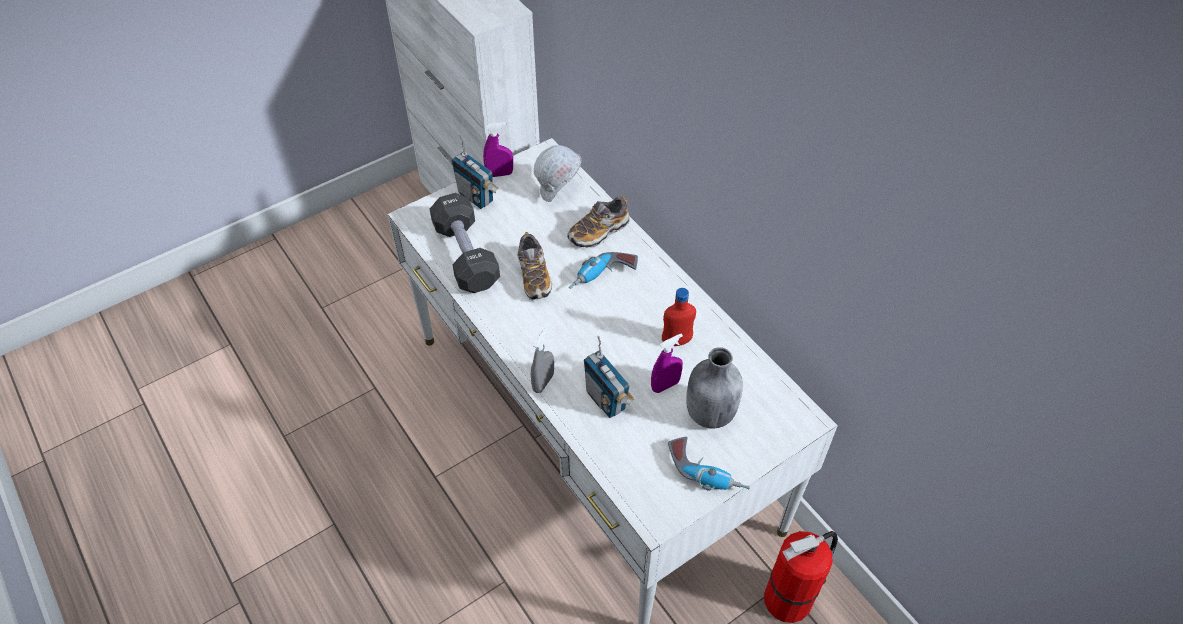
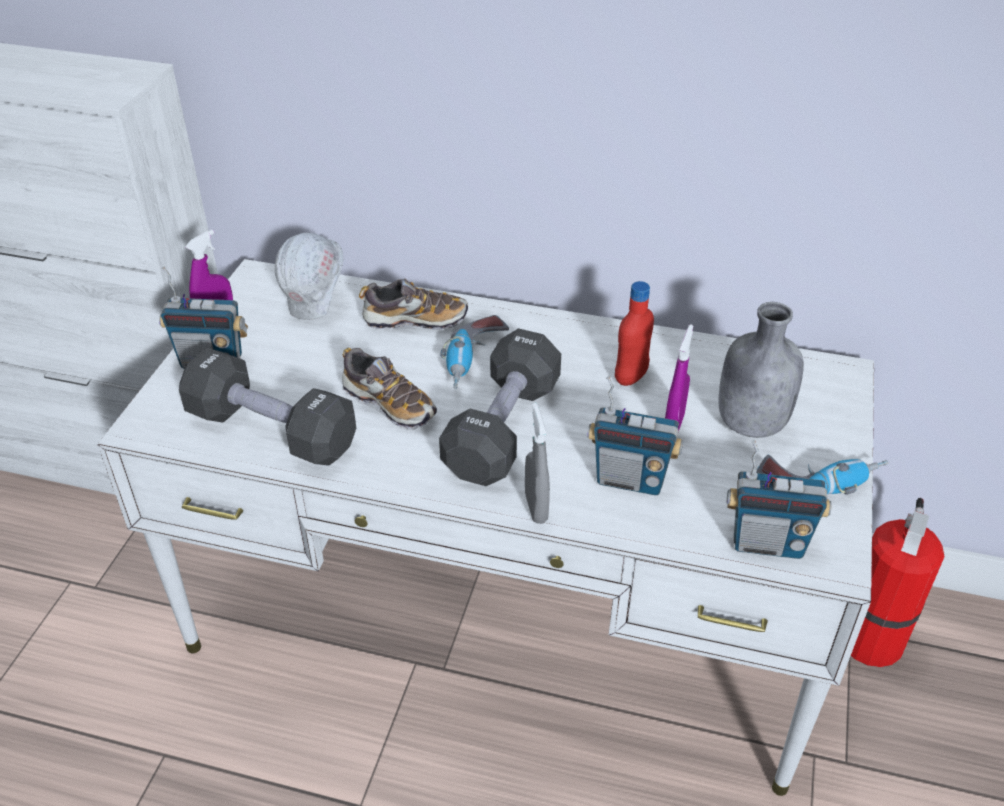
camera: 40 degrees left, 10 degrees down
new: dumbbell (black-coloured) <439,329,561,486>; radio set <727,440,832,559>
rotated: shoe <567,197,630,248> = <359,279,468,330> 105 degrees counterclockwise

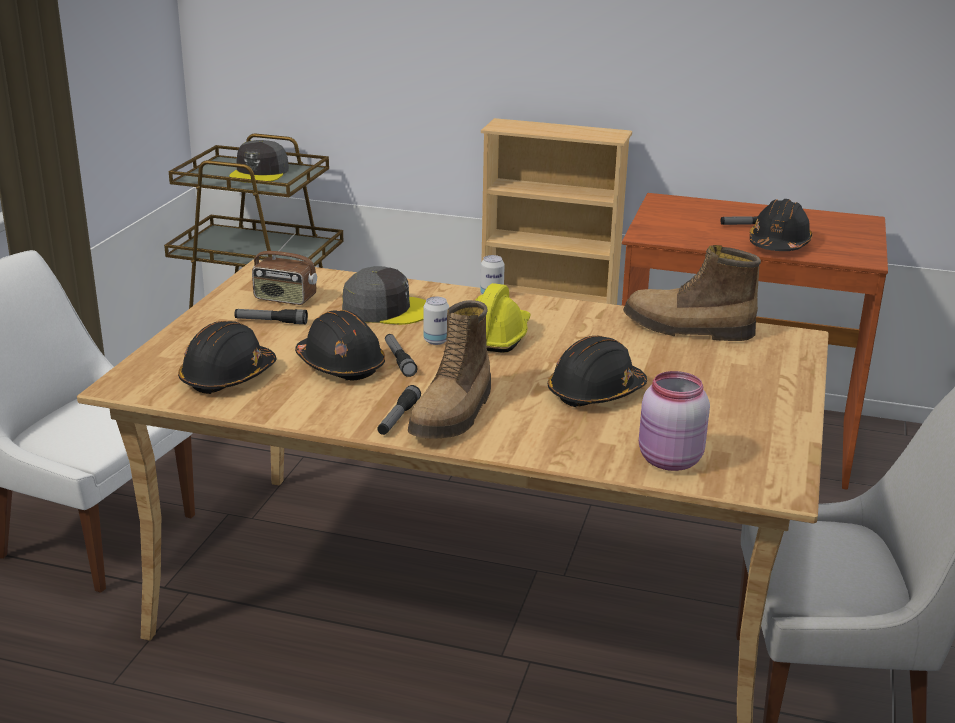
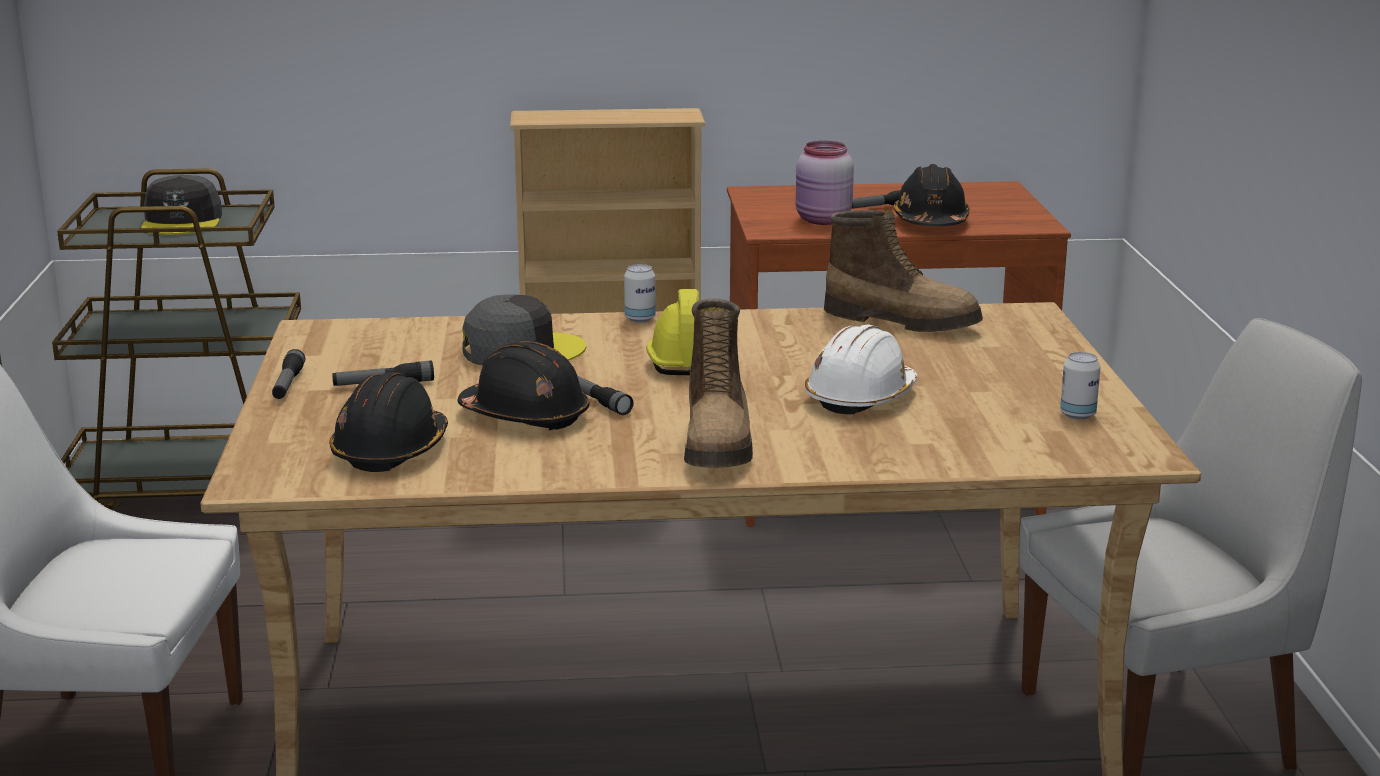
camera: 20 degrees left, 5 degrees down
gone: radio set <252,233,317,305>
shifted: flashlight <377,385,421,435> to <272,349,306,399>; metal can <424,297,449,345> to <1060,352,1100,420>; preserve jar (pinkish) <639,371,710,471> to <795,141,854,225>
repainted: safety helmet (black-coloured) <548,336,647,407> to safety helmet (whitish) <805,324,918,414>
rotated: boot <623,245,761,341> = <824,210,983,332> 150 degrees counterclockwise

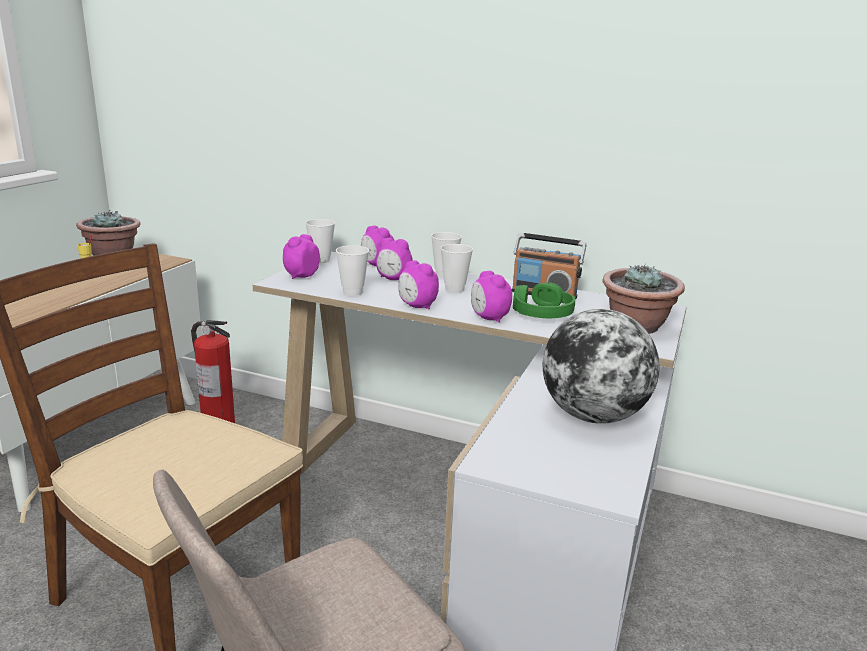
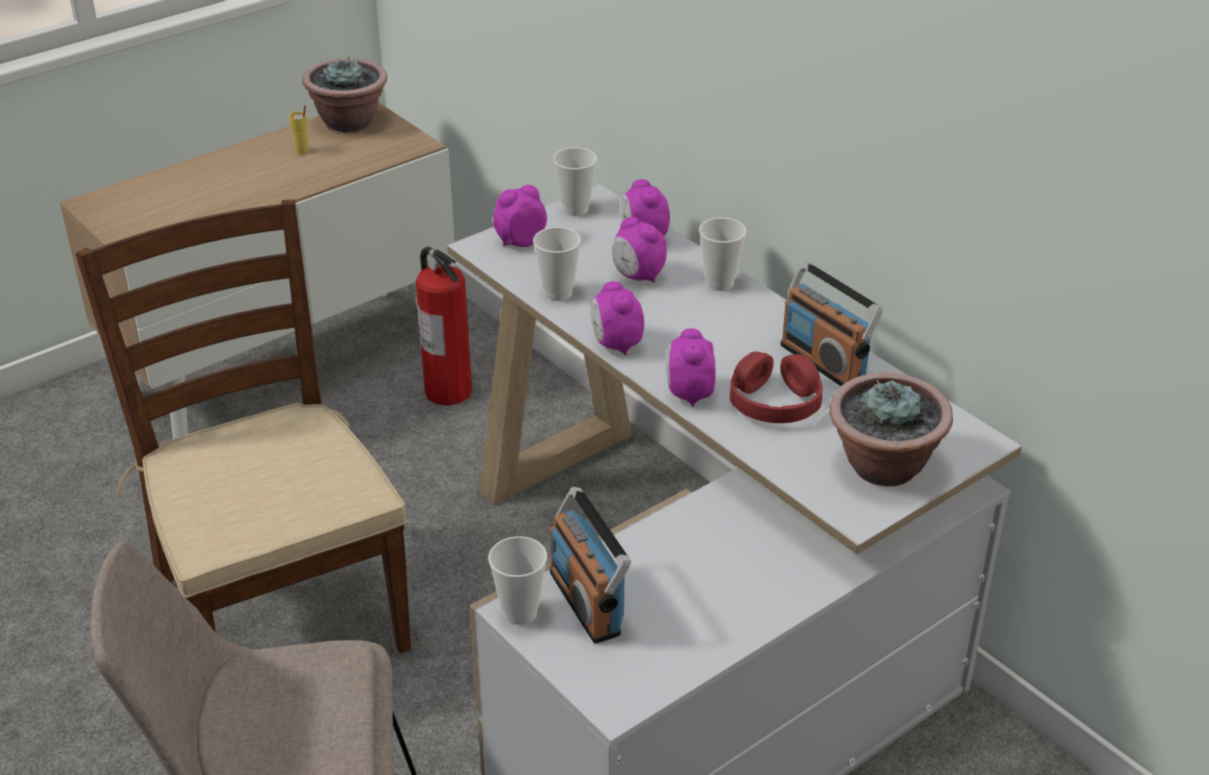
camera: 30 degrees right, 15 degrees up
gone: globe <543,309,660,424>
new: radio set <550,487,631,643>
shifted: drinking cup <441,244,473,293> to <488,536,547,625>
repainted: pair of headphones (green-coloured) <513,282,575,318> to pair of headphones (red) <730,351,822,423>

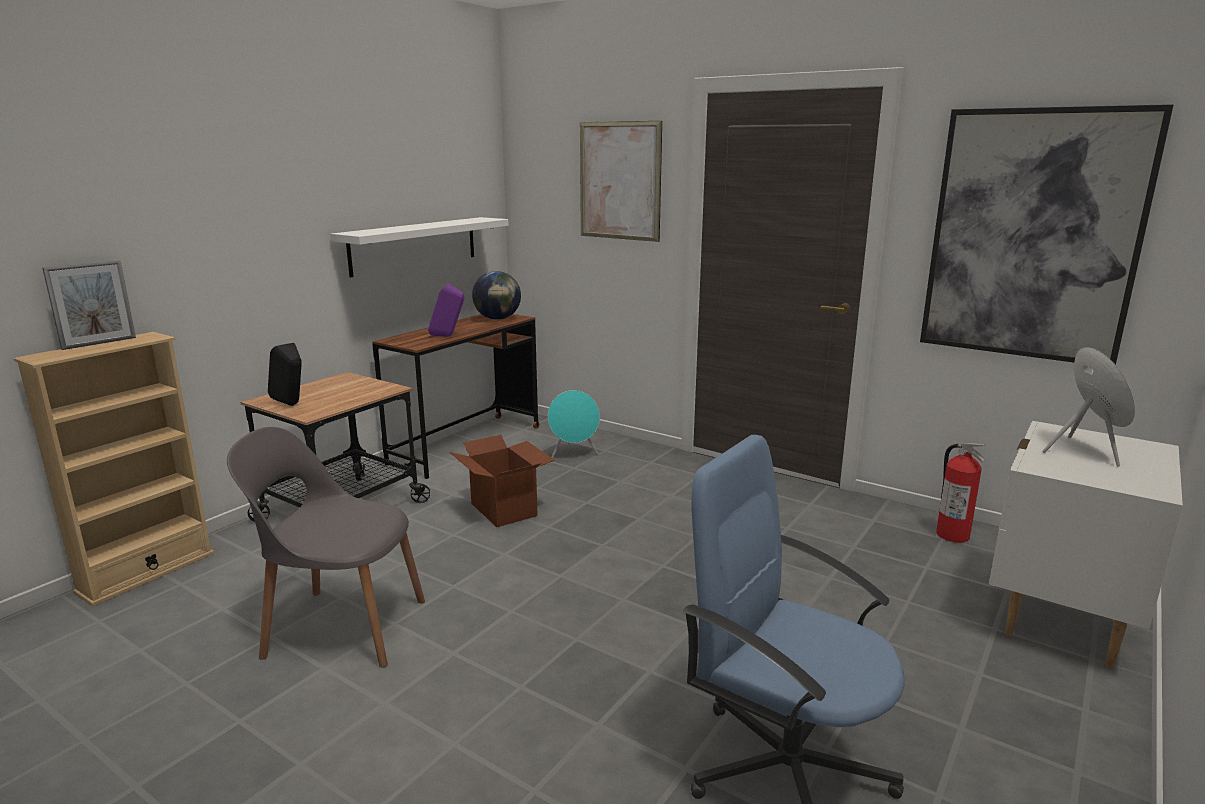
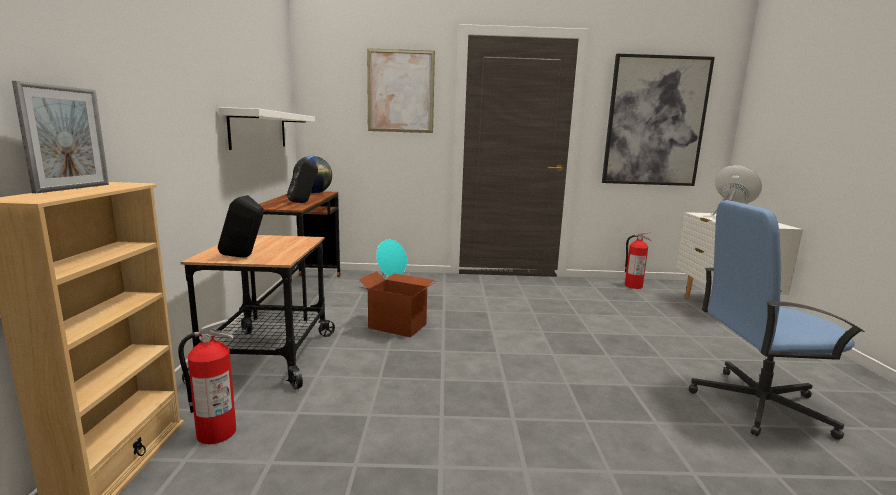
camera: 35 degrees left, 5 degrees down
gone: plain chair (grey) <227,427,425,668>
new: fire extinguisher <178,319,236,444>
repainted: audio speaker (purplish) <428,284,464,337> to audio speaker (black-coloured) <287,159,318,203>

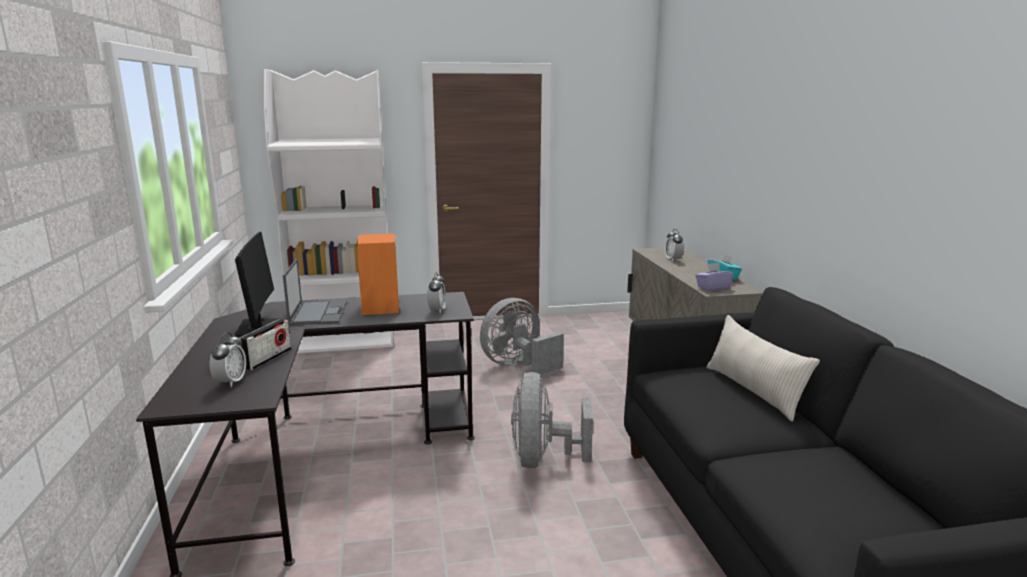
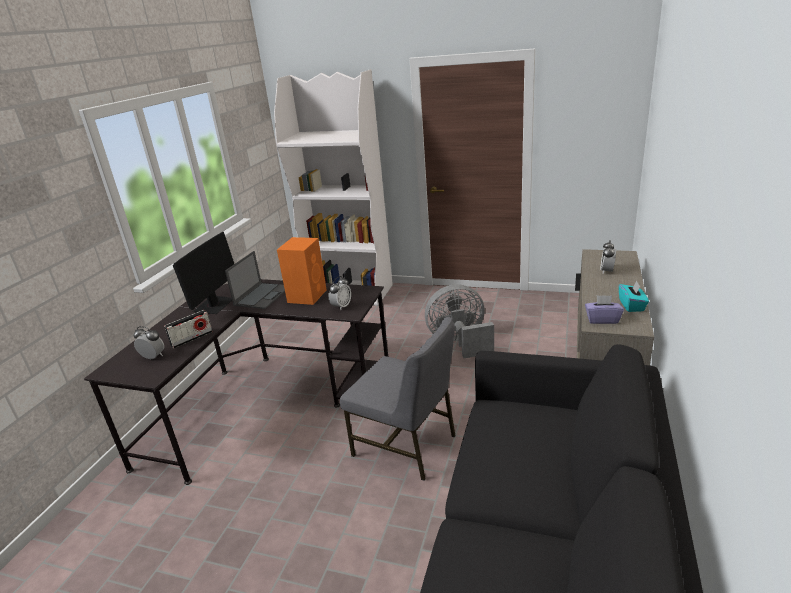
camera: 30 degrees right, 10 degrees up
gone: throw pillow (sand-coloured) <707,315,820,422>
swapped: fan (grey) <511,372,593,468> to plain chair (grey) <340,317,456,481>
rotated: alarm clock <210,332,246,387> = <134,326,164,360> 105 degrees counterclockwise

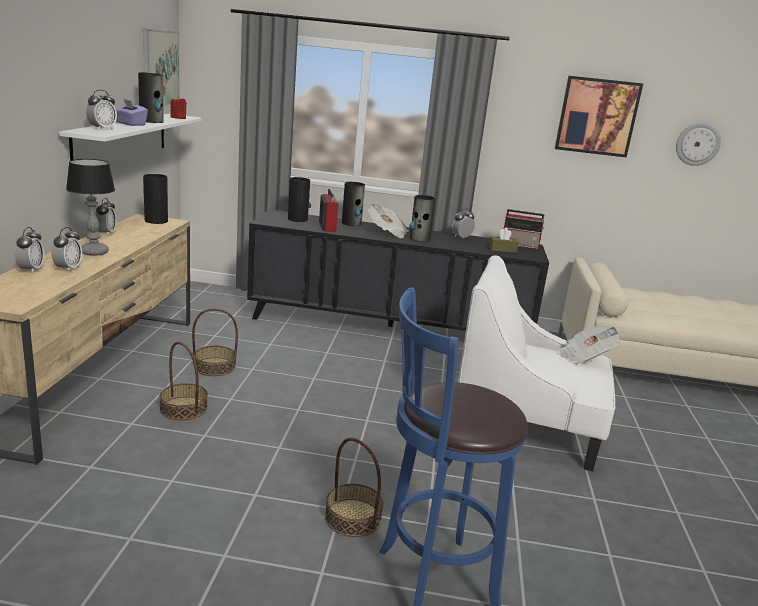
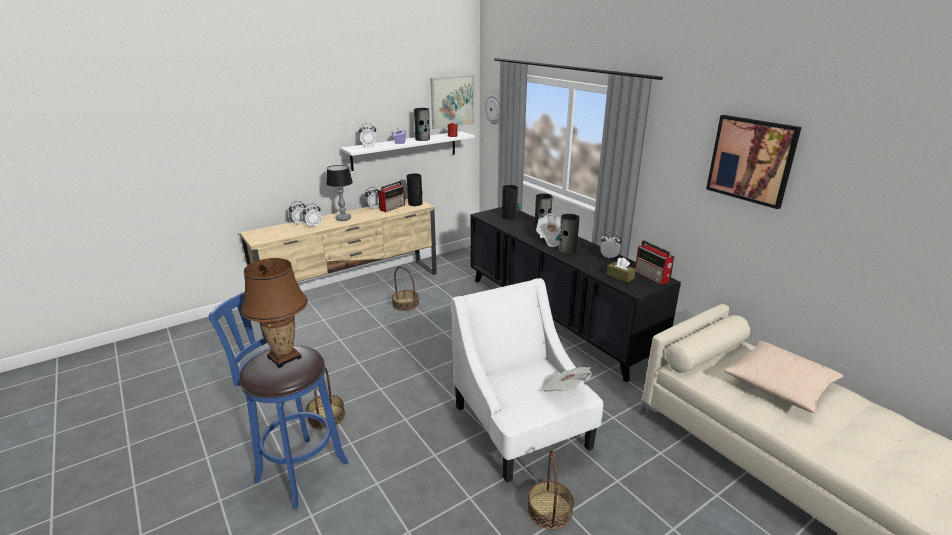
camera: 50 degrees right, 5 degrees up
new: lamp for a table (brownish) <241,258,308,368>; throw pillow (sand-coloured) <724,341,843,413>
shifted: storage basket <159,342,208,420> to <527,450,574,529>; radio set <319,189,338,232> to <378,181,405,212>; clock on the wall <676,123,721,166> to <485,95,499,124>

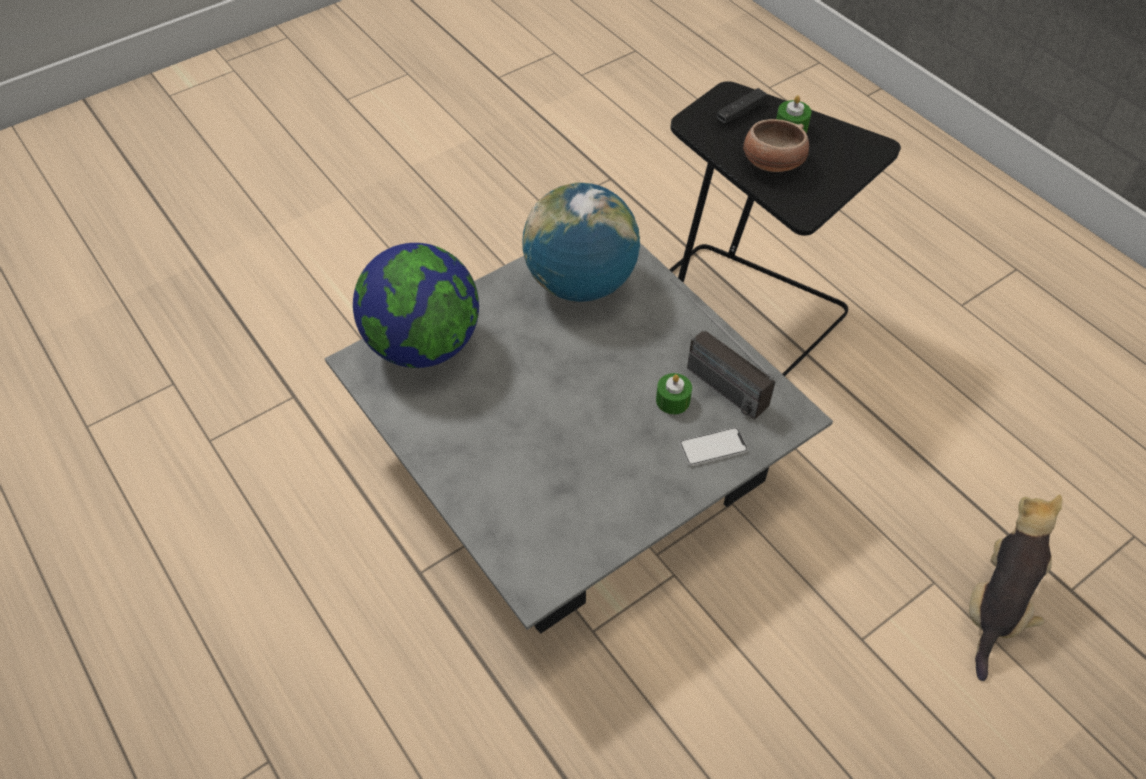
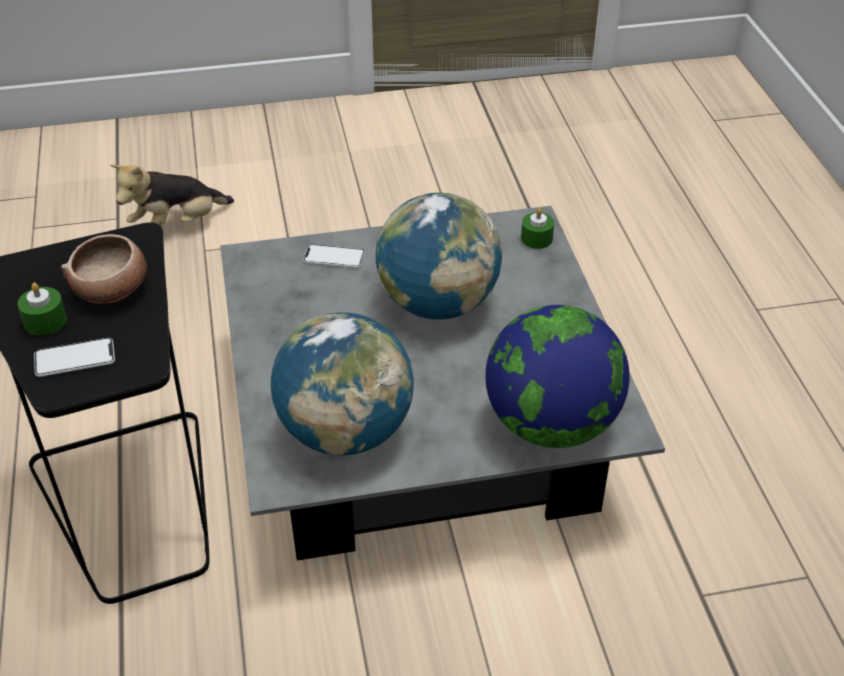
camera: 155 degrees left, 10 degrees down
gone: radio set <670,278,776,419>
new: globe <376,193,502,320>
shifted: wax light (green-coloured) <656,373,692,414> to <521,208,554,249>
swapped: game controller (black-coloured) <717,88,767,123> to phone <34,338,115,377>

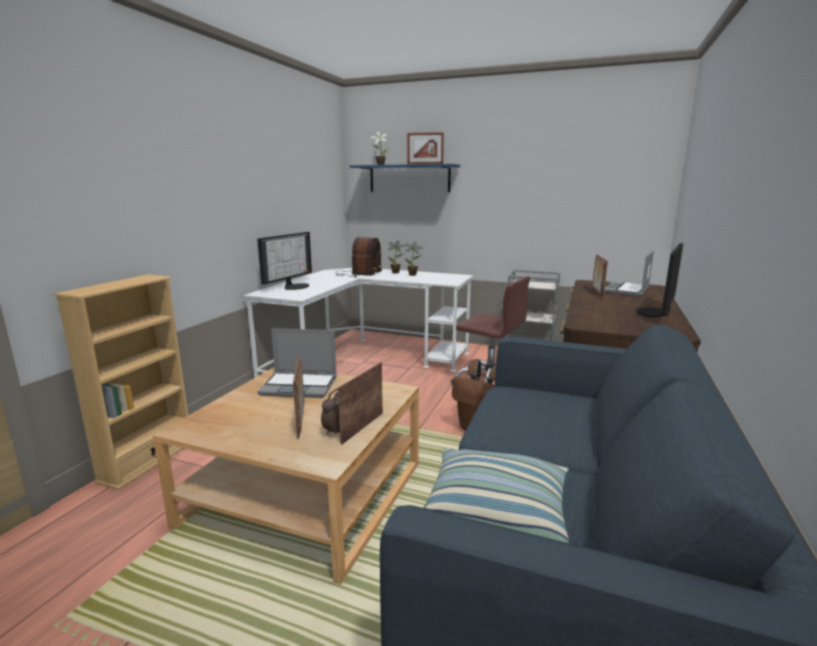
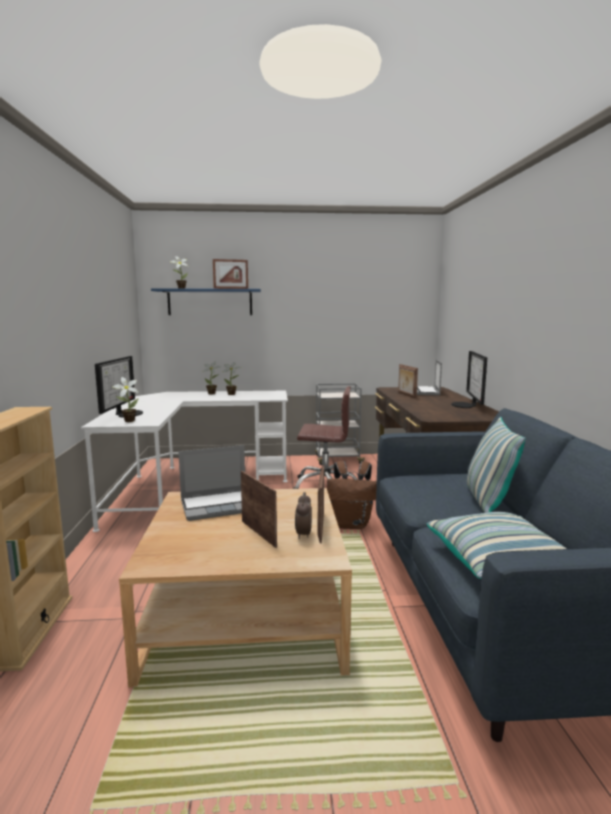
camera: 25 degrees left, 5 degrees down
gone: radio set <335,237,382,278>
new: houseplant <112,377,139,422>; throw pillow <467,417,526,513>

